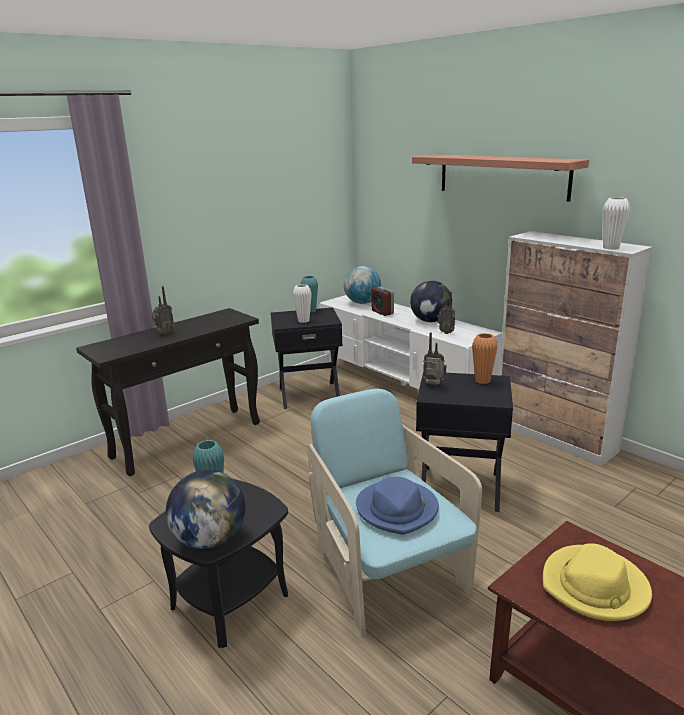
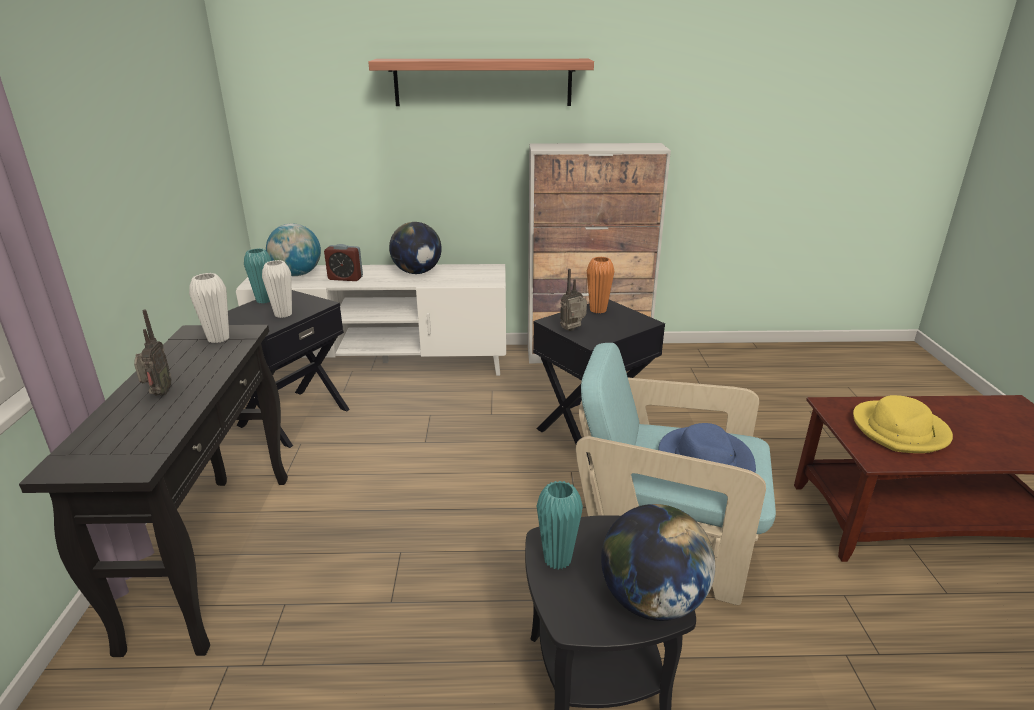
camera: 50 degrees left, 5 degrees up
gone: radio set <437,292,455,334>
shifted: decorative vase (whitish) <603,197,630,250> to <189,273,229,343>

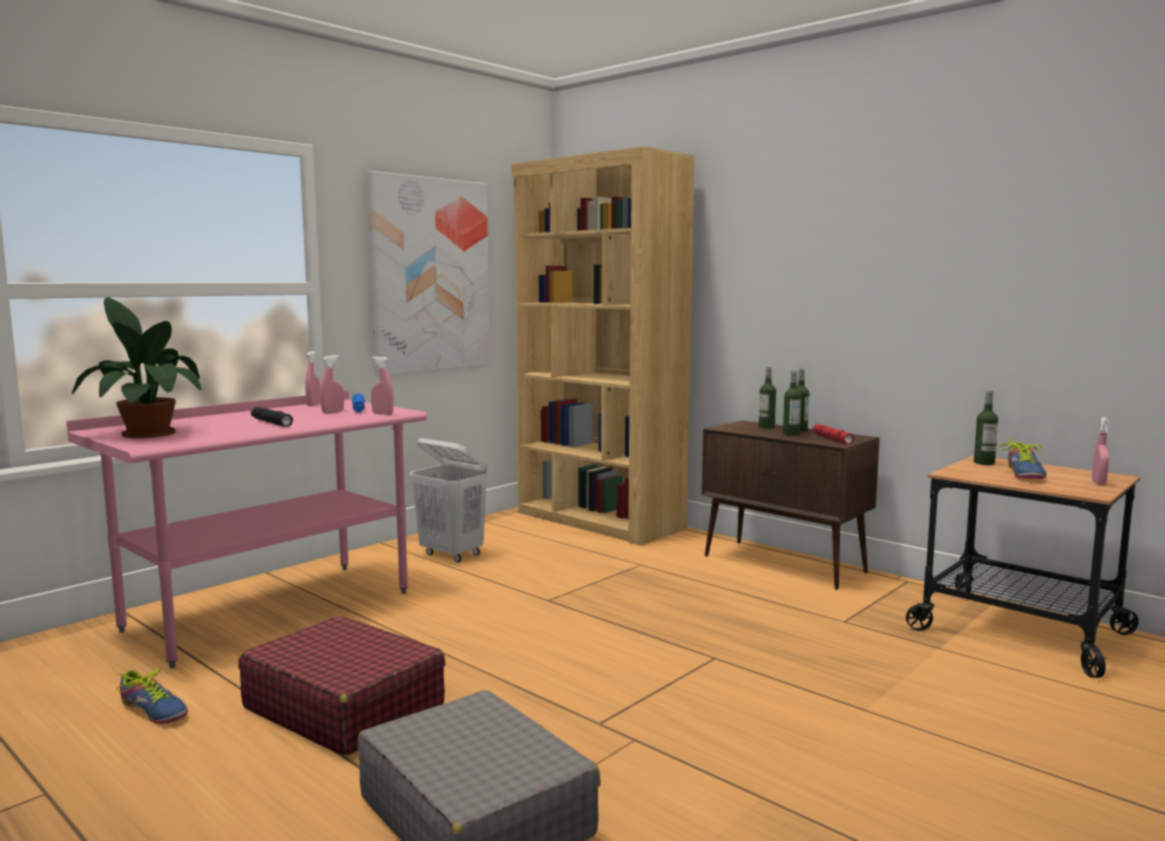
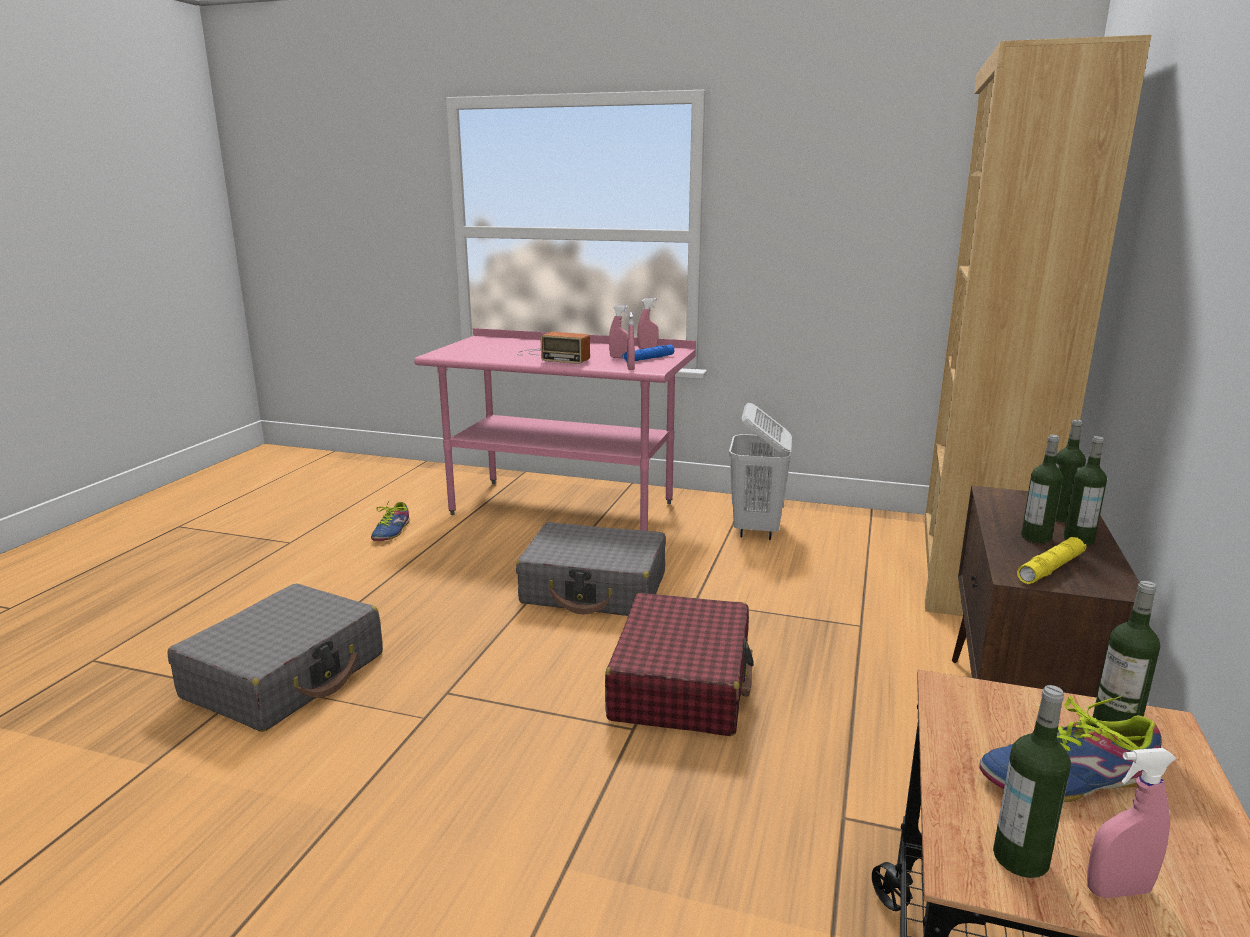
camera: 65 degrees right, 10 degrees up
gone: houseplant <72,297,202,438>; picture <367,171,490,376>
new: travel case (grey) <516,522,666,616>; bottle <993,685,1071,878>
shifted: travel case (red) <238,616,445,756> to <605,593,754,736>
swapped: flashlight (black-coloured) <251,407,293,427> to radio set <517,332,590,364>
repainted: flashlight (red) <812,424,854,444> to flashlight (yellow-coloured) <1017,537,1086,584>

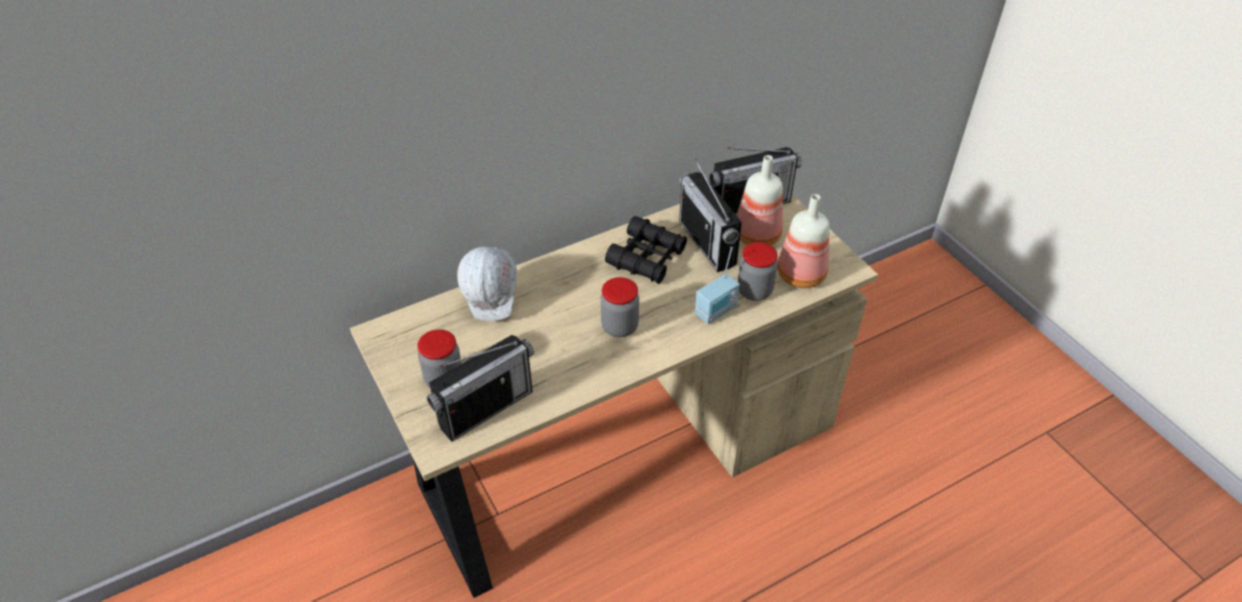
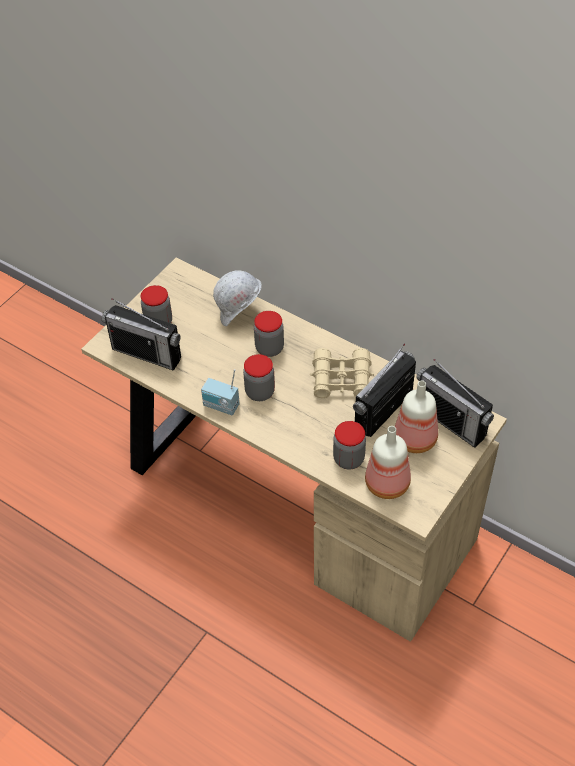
camera: 65 degrees right, 5 degrees up
new: preserve jar <254,311,284,357>
shifted: radio set <695,247,740,324> to <201,369,240,415>
repainted: binoculars (black-coloured) <605,216,687,284> to binoculars (sand-coloured) <310,348,374,398>

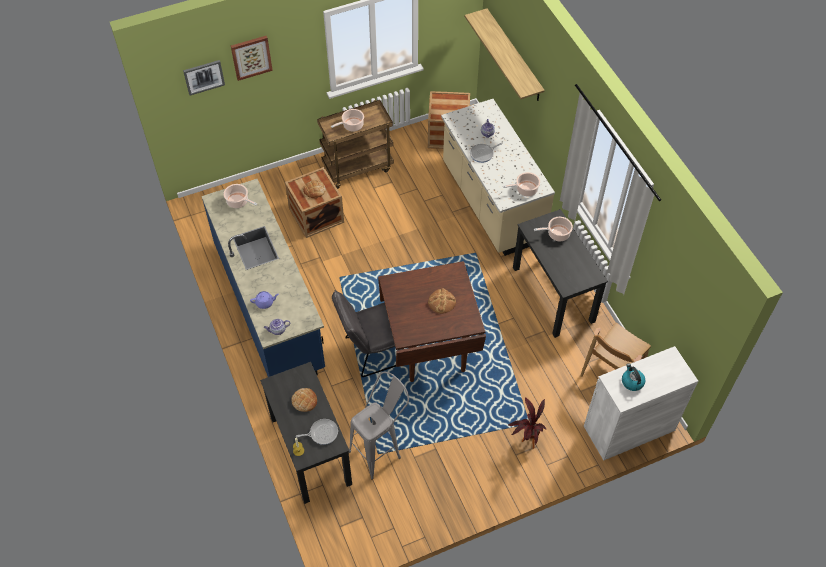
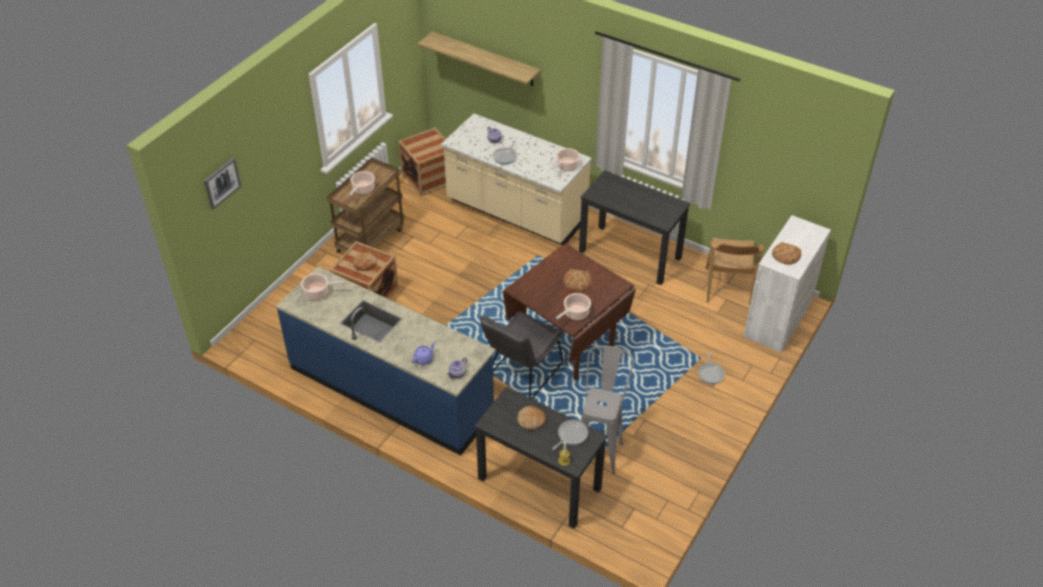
camera: 35 degrees left, 10 degrees down
gone: picture <231,36,273,81>
shifted: saucepot <534,217,573,241> to <556,293,591,320>
swapped: houseplant <508,397,546,449> to pan <698,352,725,384>; water kettle <622,364,645,391> to bakery bread <772,242,801,265>

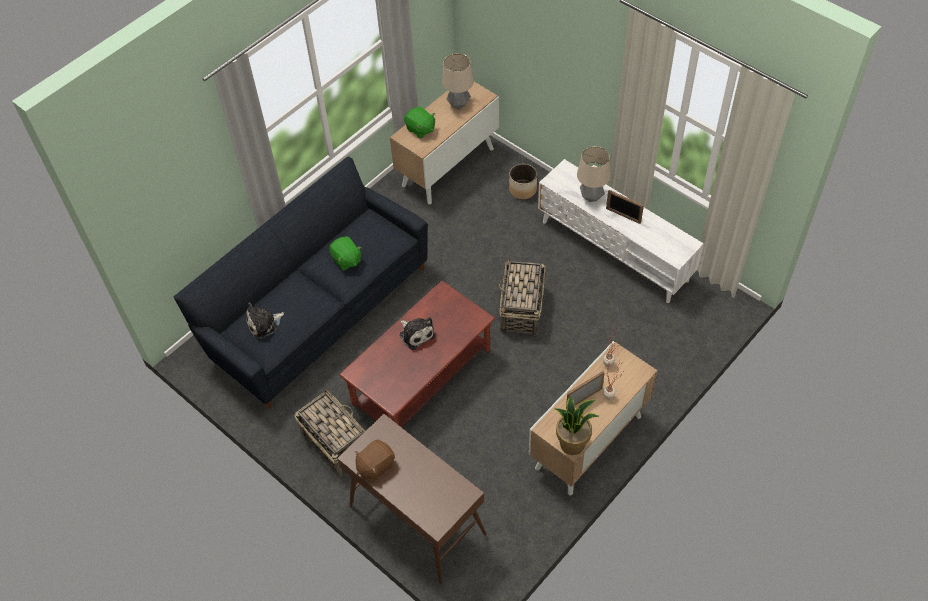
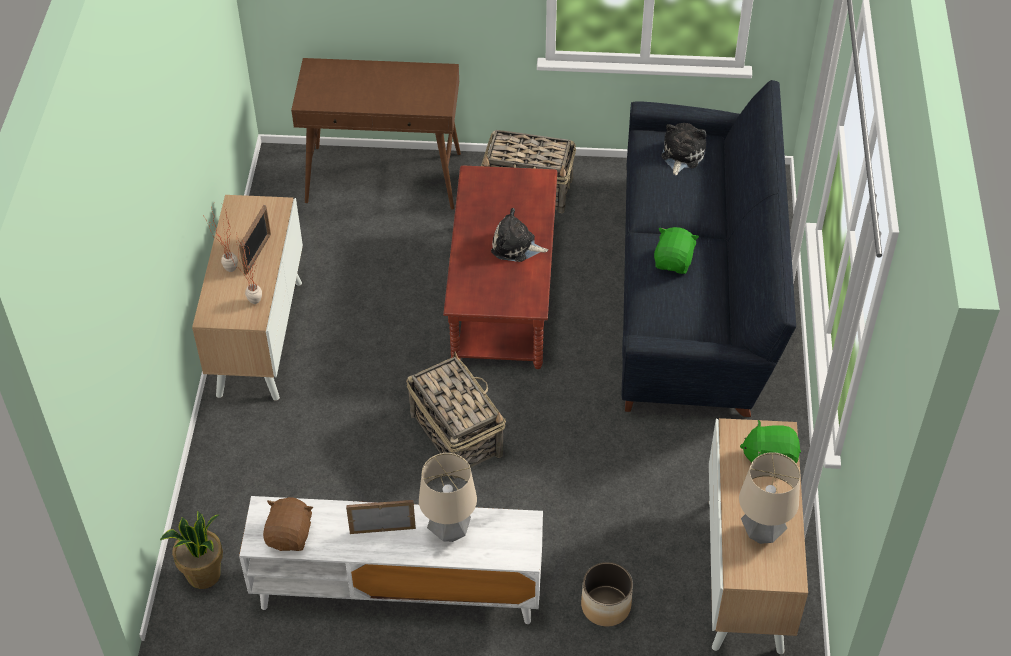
camera: 140 degrees right, 5 degrees down
shifted: soft toy (brownish) <355,440,395,481> to <263,497,313,551>; houseplant <554,397,600,455> to <160,511,223,589>
rotated: soft toy (green-coloured) <329,236,362,271> = <654,227,699,274> 90 degrees clockwise

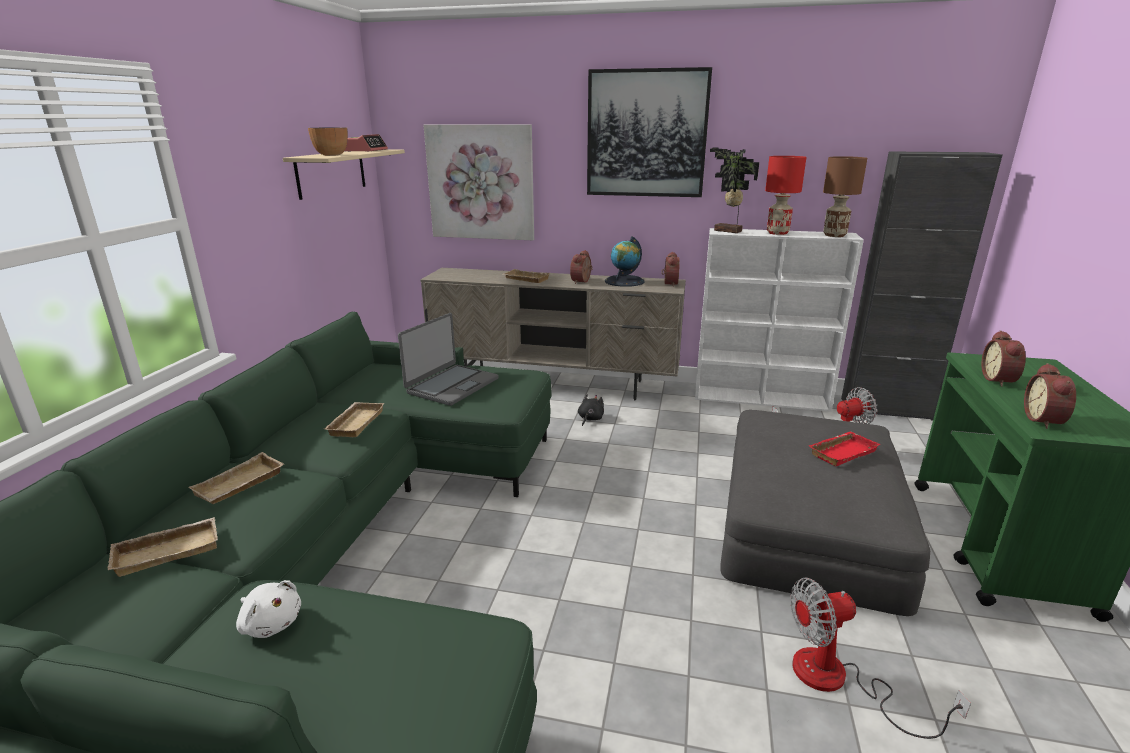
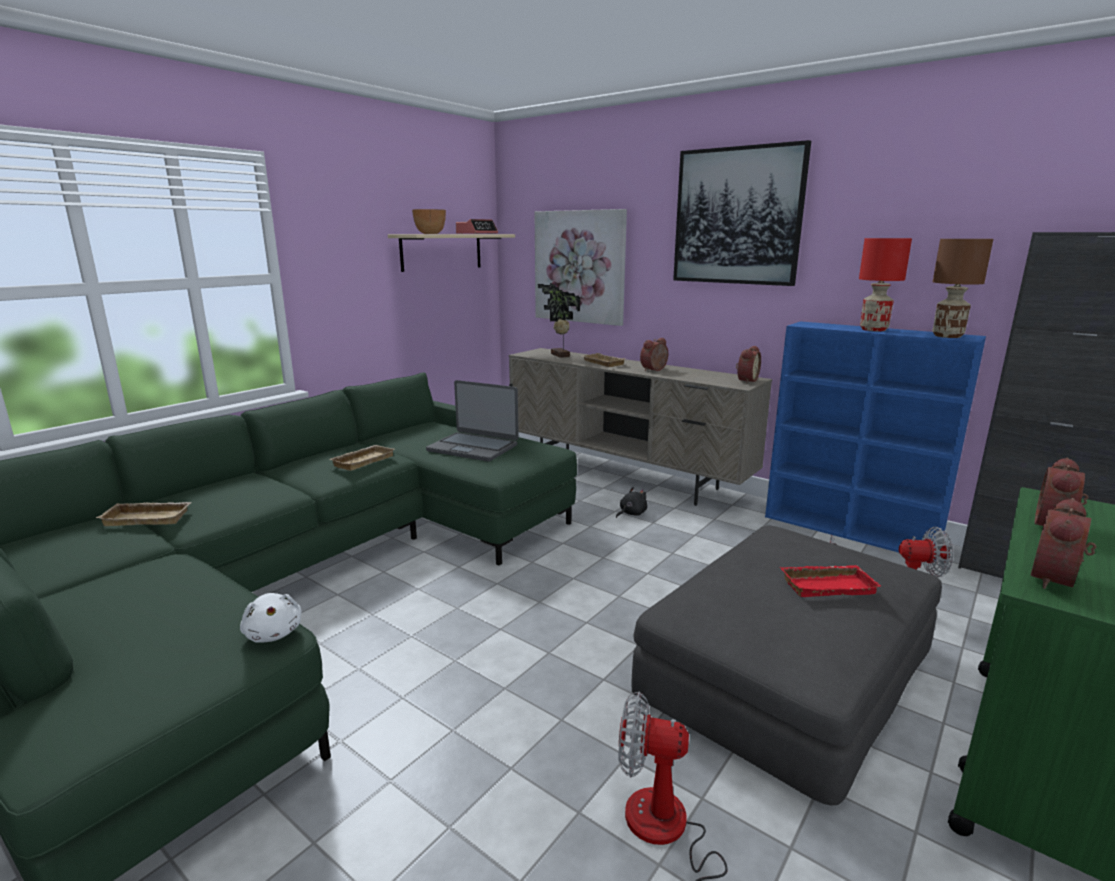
camera: 25 degrees right, 5 degrees down
gone: tray (sand-coloured) <188,452,284,504>; globe <605,236,645,287>
shifted: soft toy (whitish) <236,580,301,638> to <240,593,302,643>; houseplant <710,147,759,233> to <538,283,580,358>
repainted: bookshelf (whitish) <695,228,864,412> to bookshelf (blue) <765,321,986,561>
rotated: portable computer <398,313,499,406> = <426,380,519,462> 60 degrees clockwise

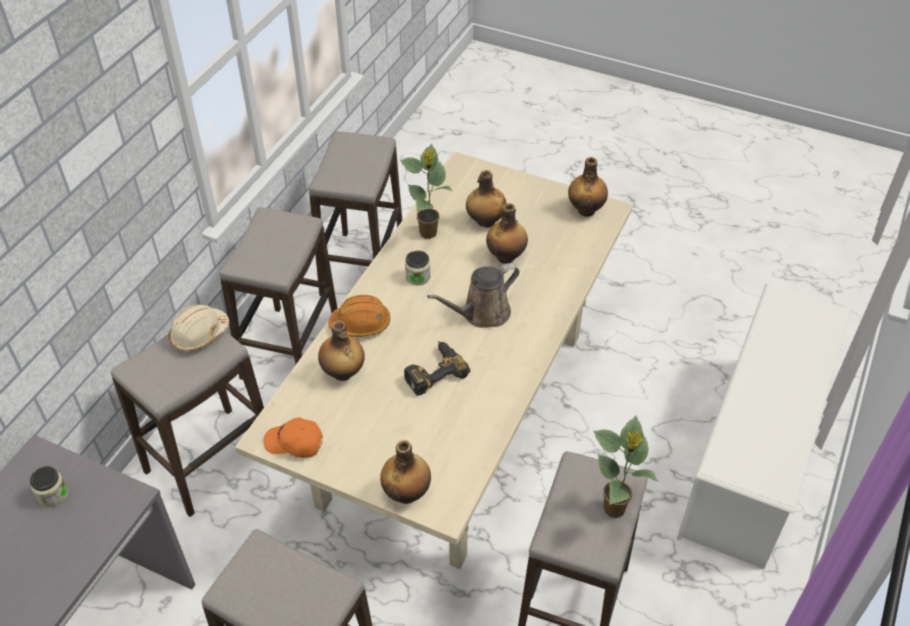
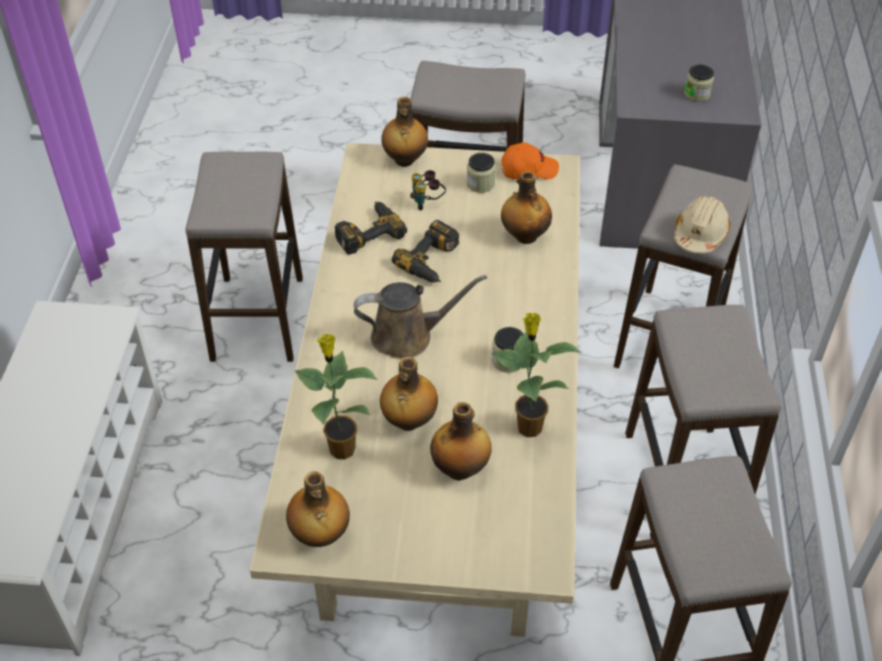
camera: 160 degrees right, 0 degrees up
gone: safety helmet (orange) <328,295,390,337>
new: drill <335,202,407,255>; binoculars <410,170,446,210>; preserve jar <467,153,496,193>
shifted: houseplant <593,416,658,518> to <295,334,378,459>
rotated: watering can (brownish) <427,263,519,328> = <354,275,487,359> 45 degrees clockwise

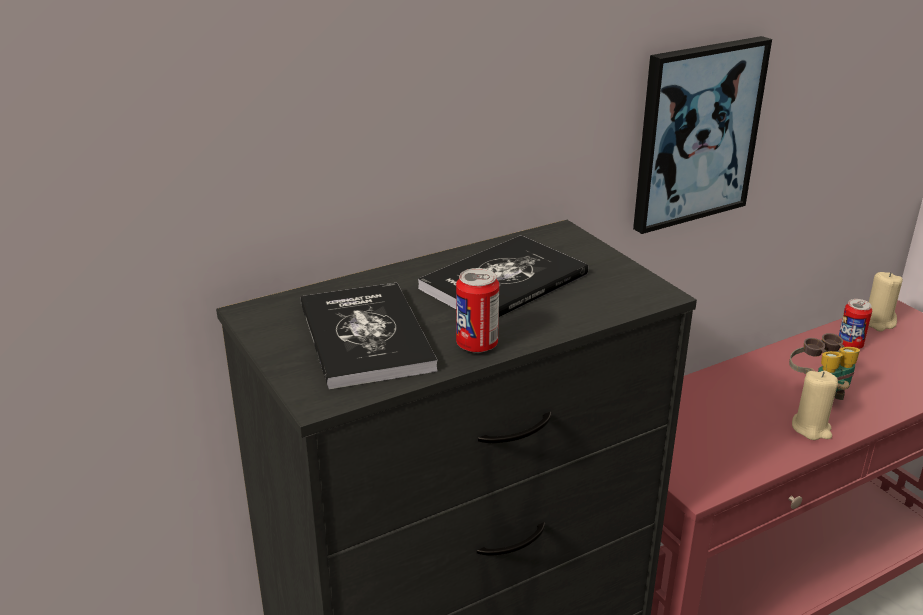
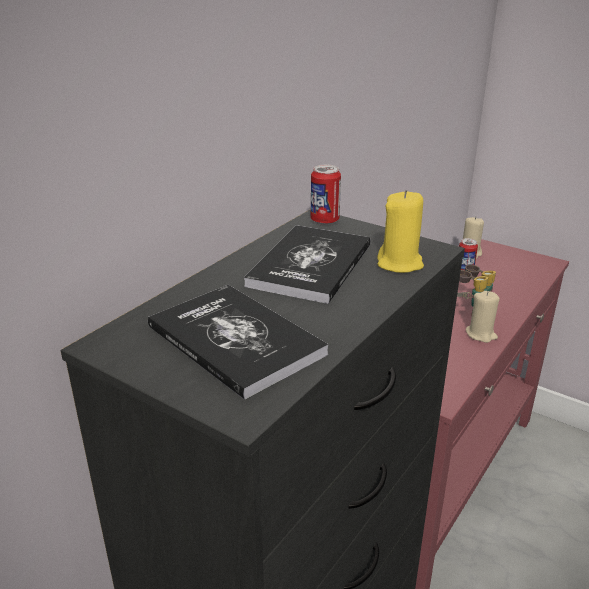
camera: 25 degrees left, 0 degrees up
gone: picture <633,36,772,234>
new: wax light (yellow-coloured) <377,190,424,273>
shifted: metal can <456,268,499,353> to <311,165,341,225>

